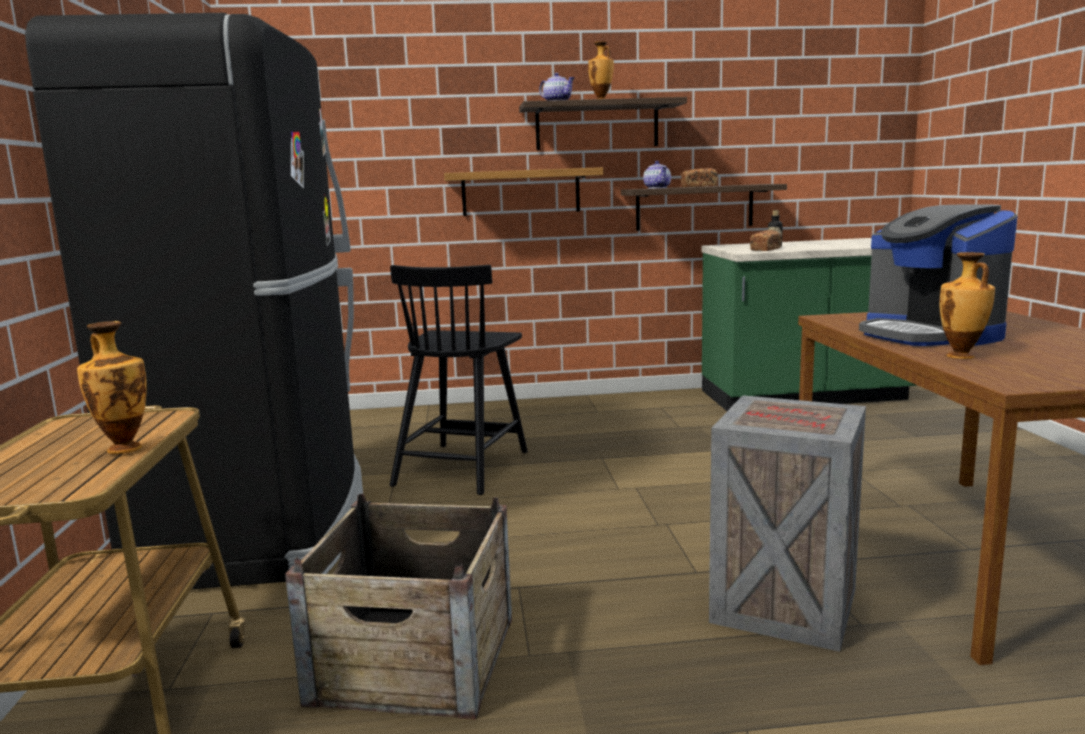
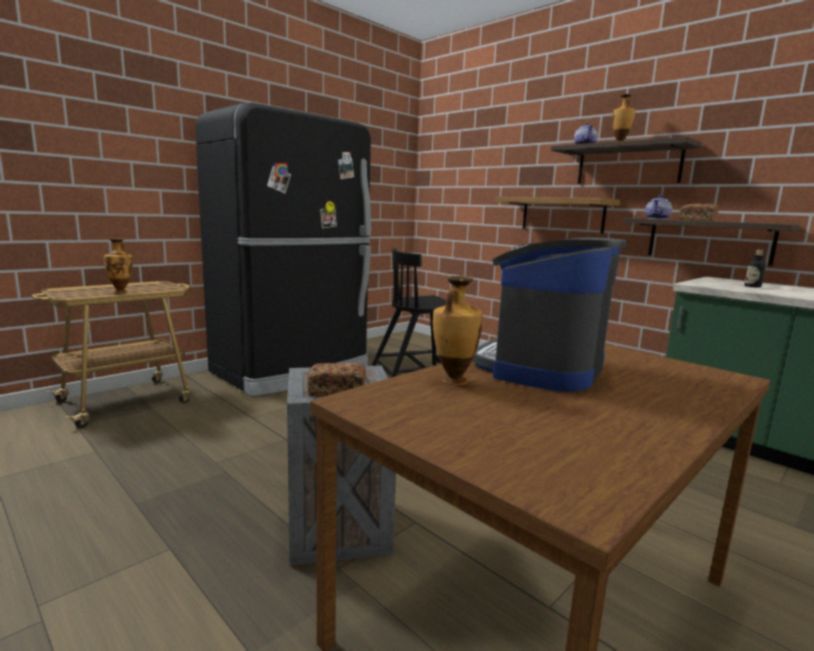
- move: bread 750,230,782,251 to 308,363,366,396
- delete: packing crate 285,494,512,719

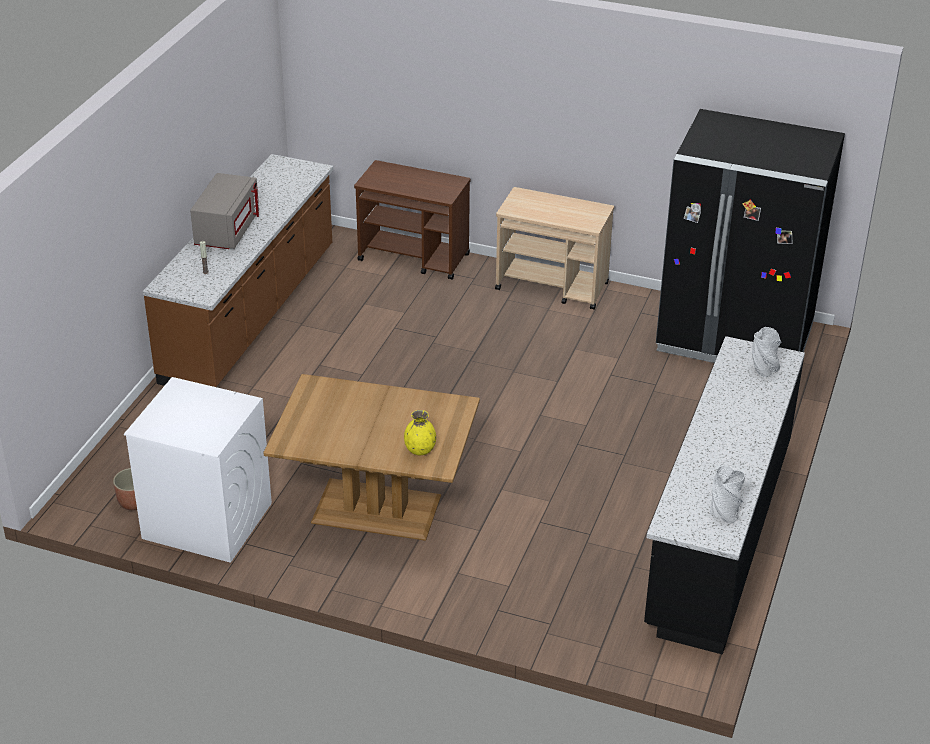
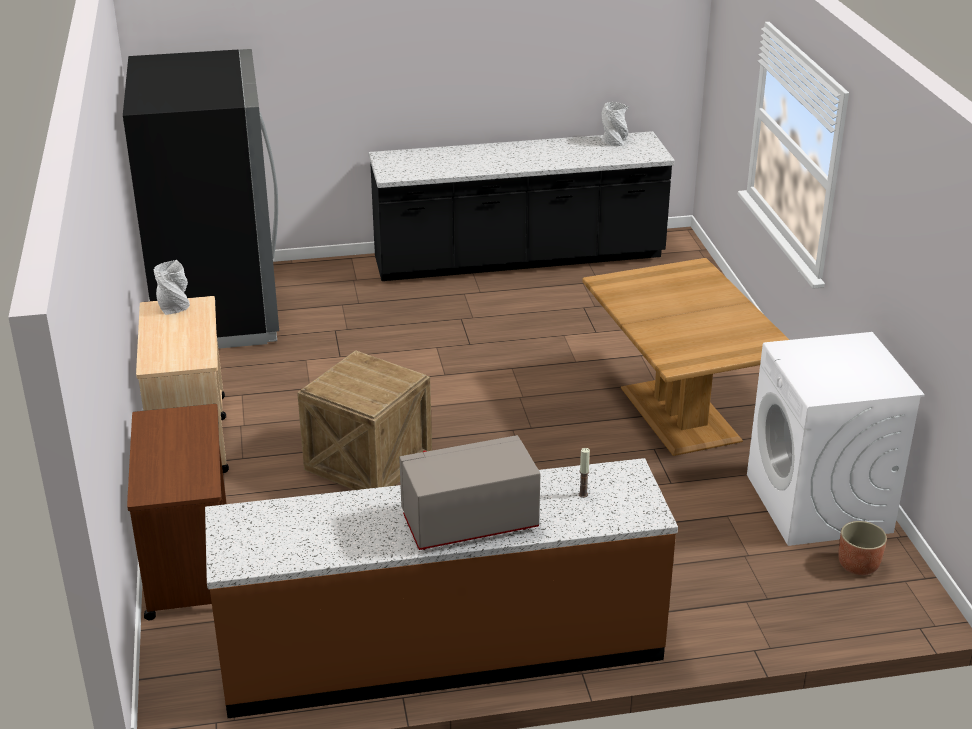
- move: gray flower vase 752,327,782,377 to 154,260,190,315
- delete: yellow flower vase 404,410,436,455
- insert: packing crate 297,350,432,490

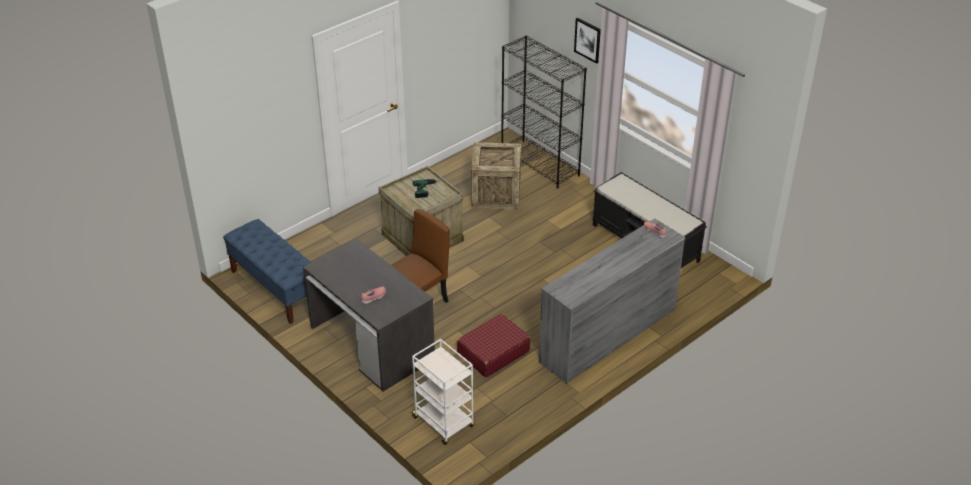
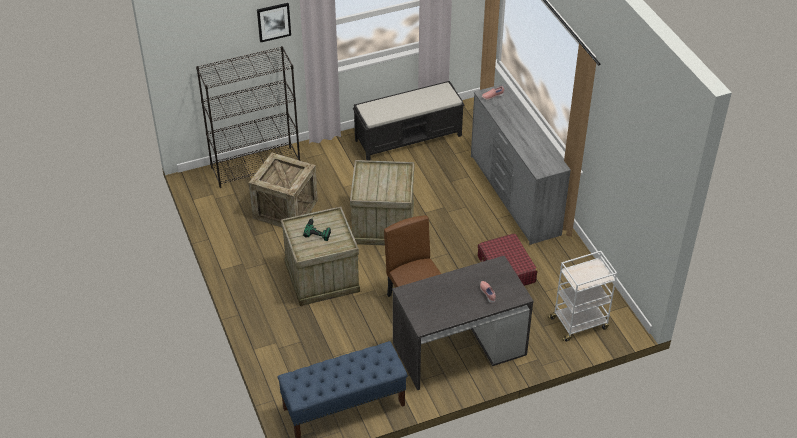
- insert: packing crate 350,160,414,245

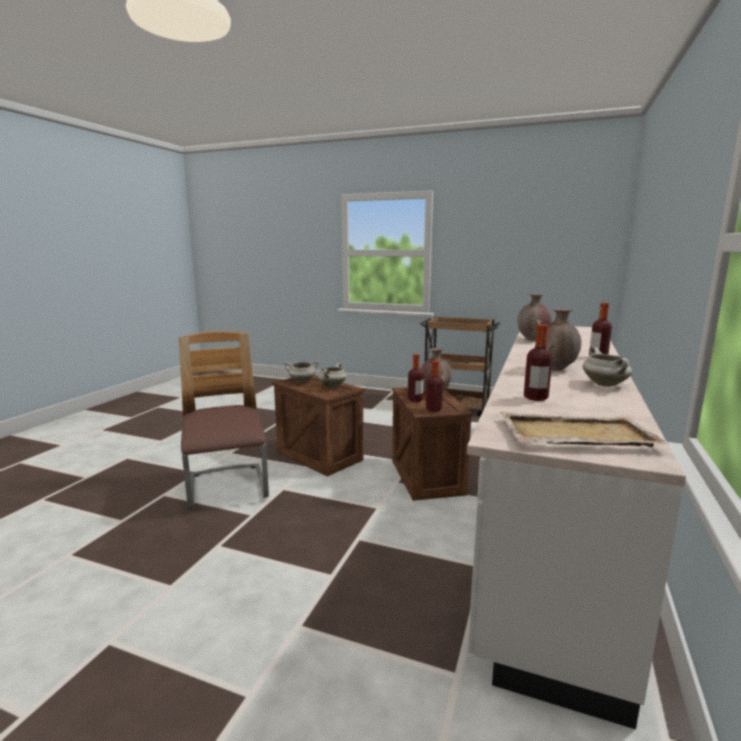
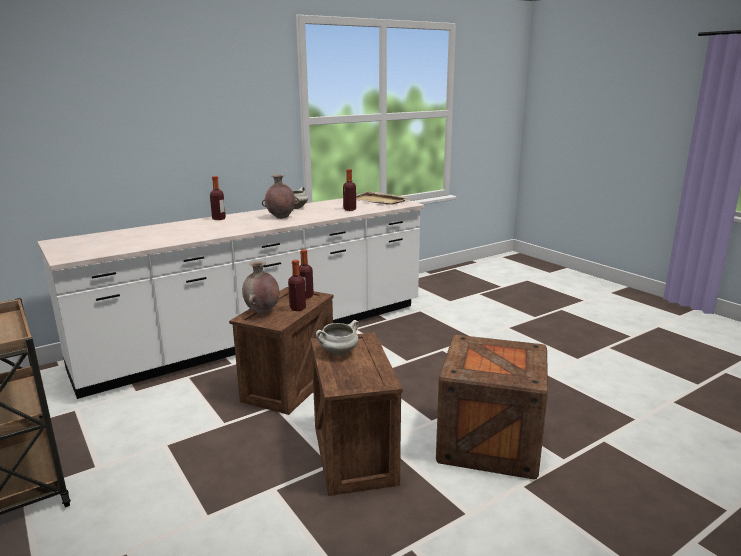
- delete: brown-coloured flower vase 518,293,552,341
- replace: upright chair 179,331,269,510 to packing crate 436,335,548,479
- delete: whitish cooking pot 284,361,318,383

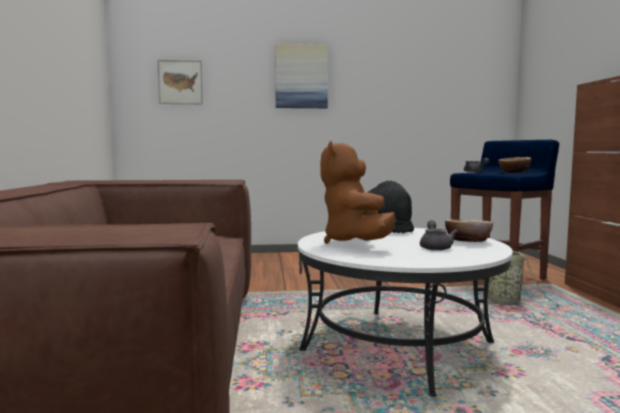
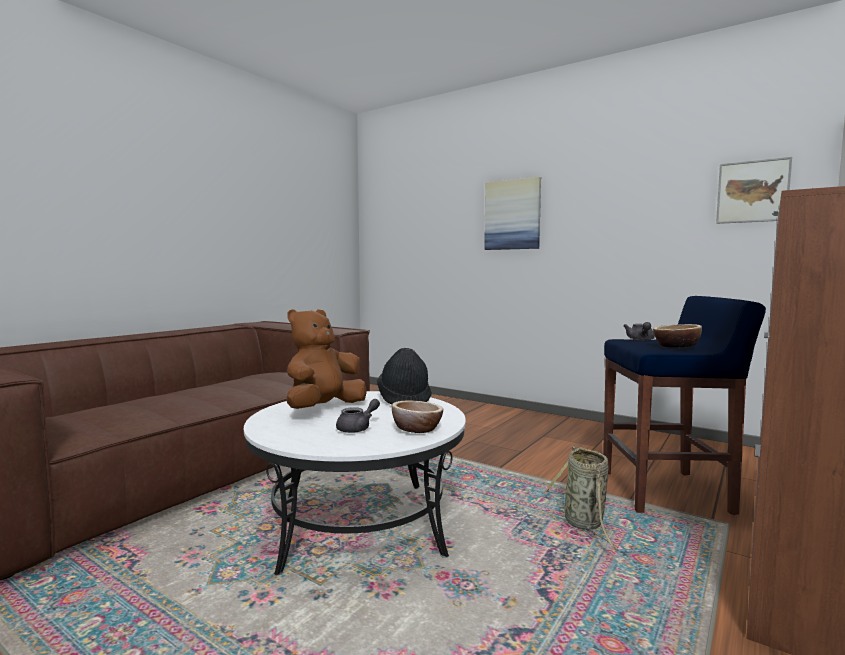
- move: wall picture 157,60,203,104 to 716,157,792,224

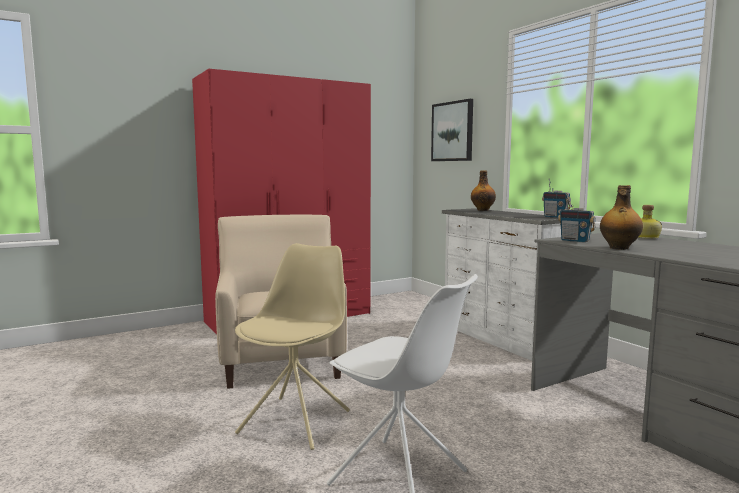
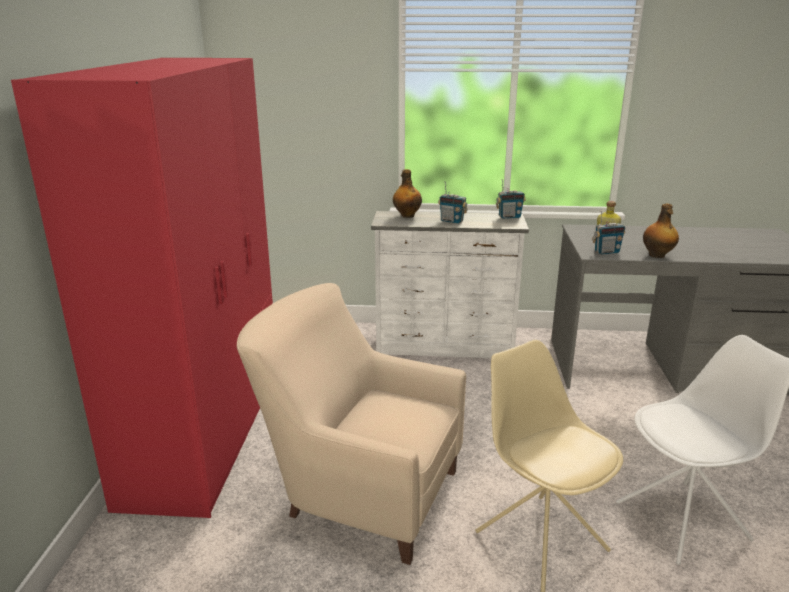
- delete: wall picture 431,99,473,161
- insert: radio 438,181,468,224

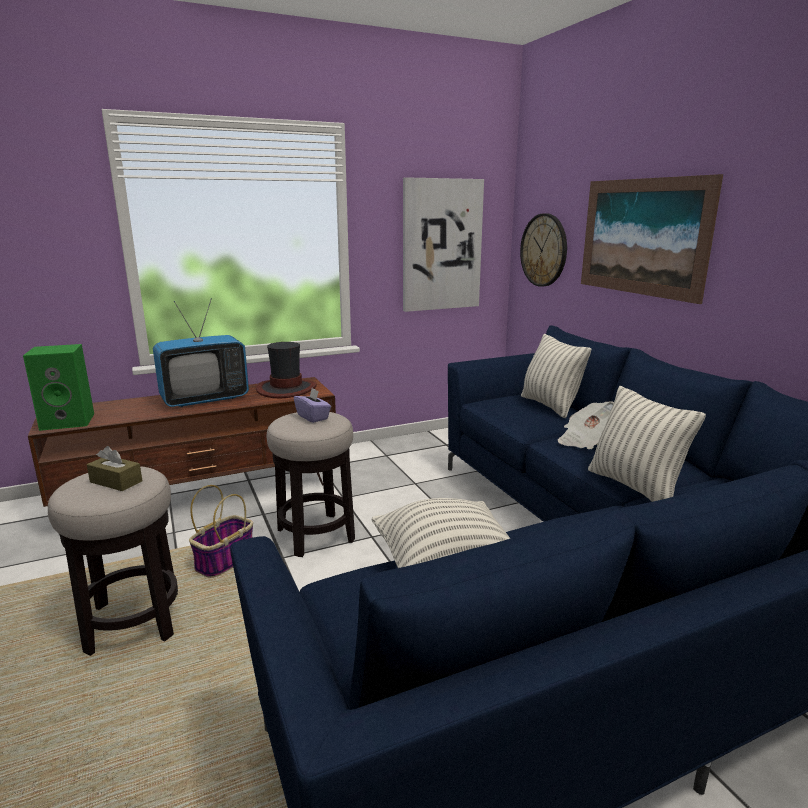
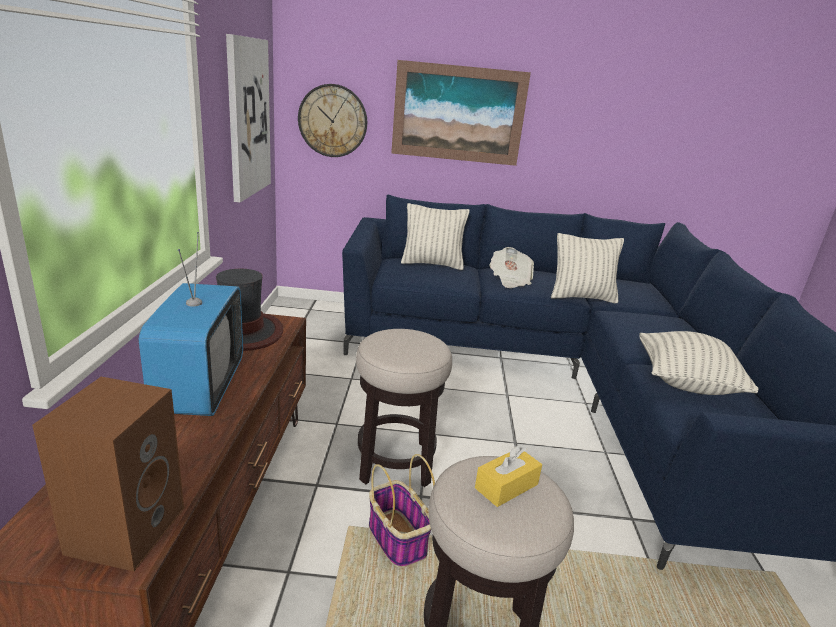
- recolor: greenish loudspeaker 23,344,94,431 to brown-coloured loudspeaker 32,377,184,571
- delete: purplish tissue holder 294,388,331,423
- recolor: brown-coloured tissue holder 87,446,142,491 to yellow tissue holder 475,445,542,507

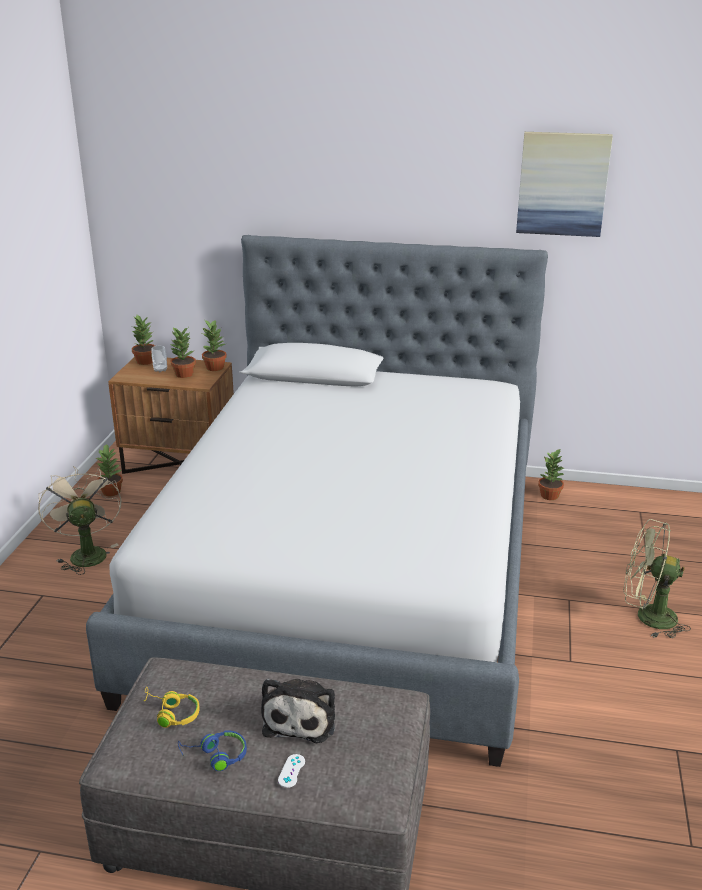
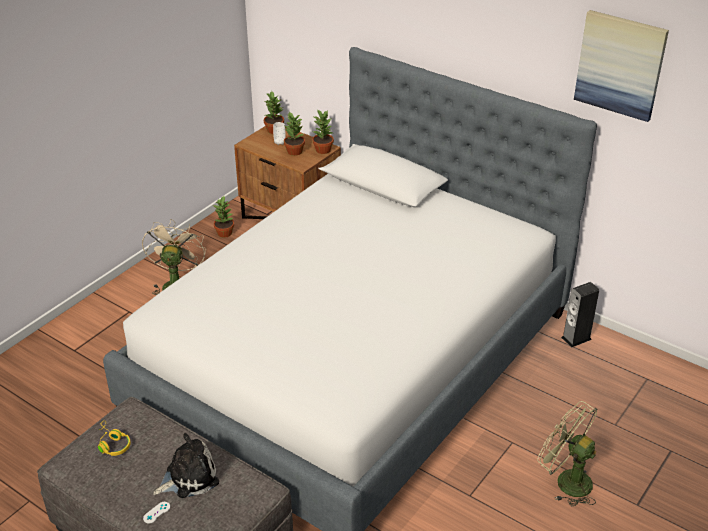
- replace: potted plant 538,448,564,500 to loudspeaker 561,282,599,348
- rotate: plush toy 261,679,335,743 = 153,433,219,498 150 degrees counterclockwise
- delete: blue-coloured headset 178,731,247,771

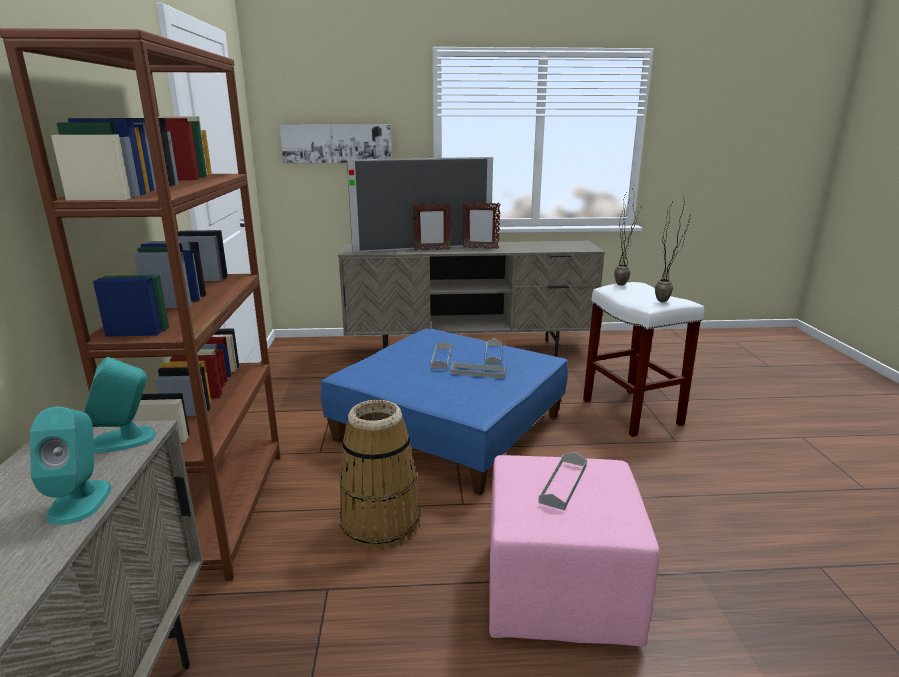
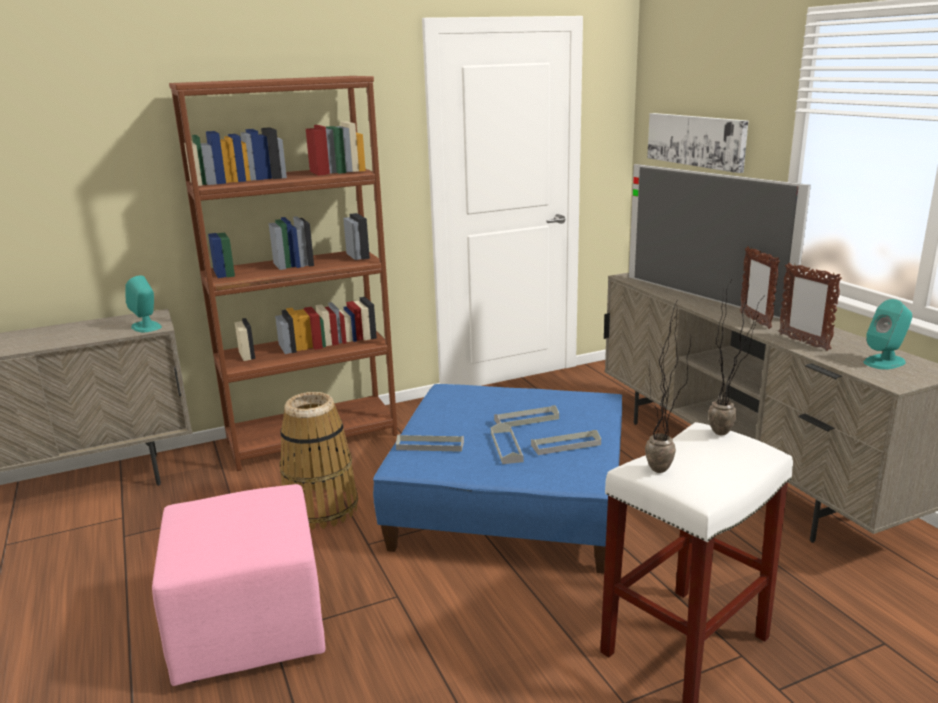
- move: standing frame 412,203,451,251 to 779,263,842,351
- move: turquoise loudspeaker 30,407,111,525 to 863,299,912,369
- move: gray tray 538,452,587,510 to 396,434,464,452

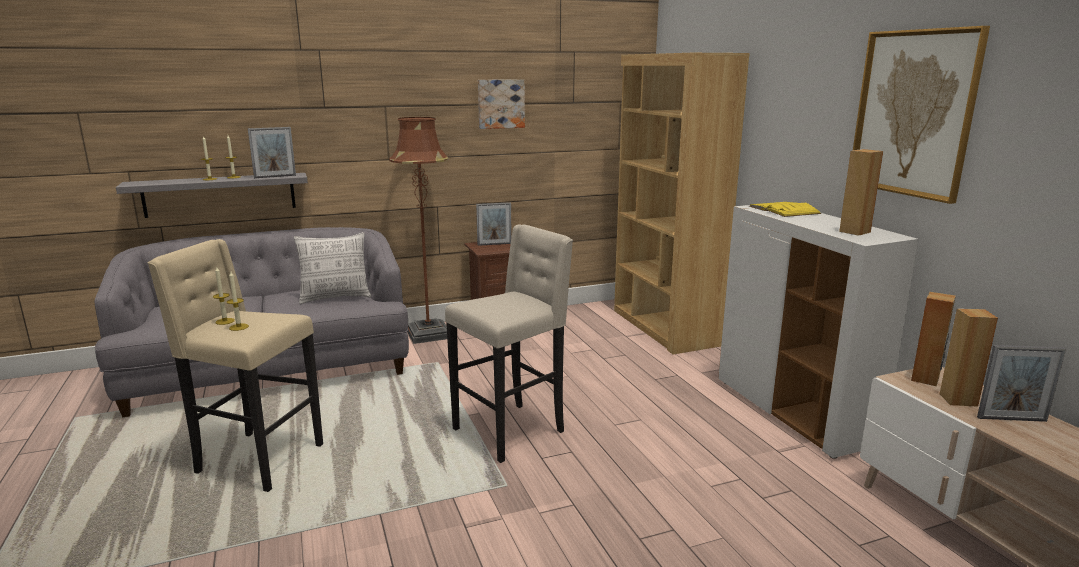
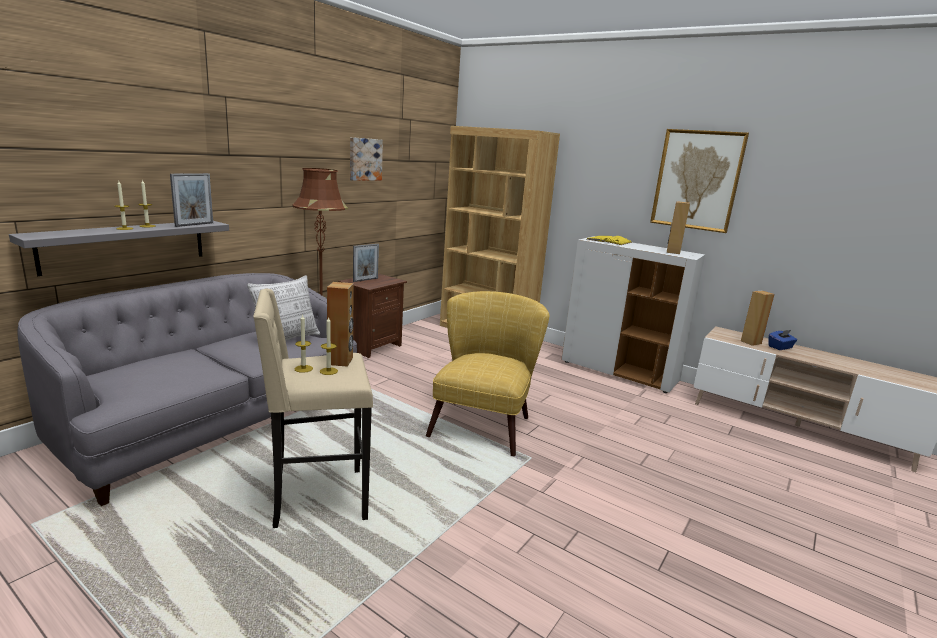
- replace: sand-coloured sitting stool 445,225,573,463 to yellow armchair 426,291,549,456
- move: brown-coloured loudspeaker 911,292,956,386 to 327,282,354,367
- replace: standing frame 977,345,1066,422 to blue-coloured tissue holder 768,330,797,350

